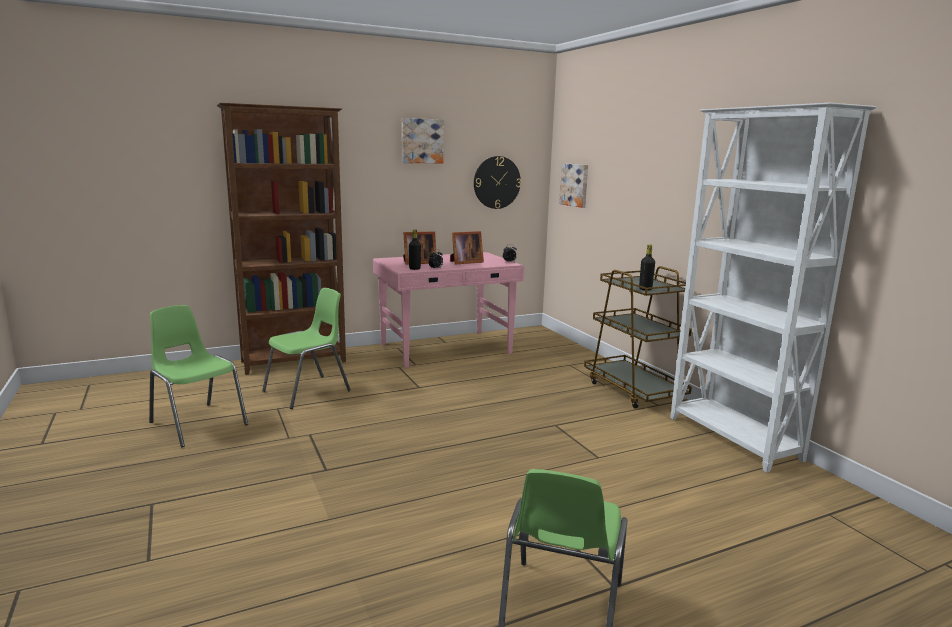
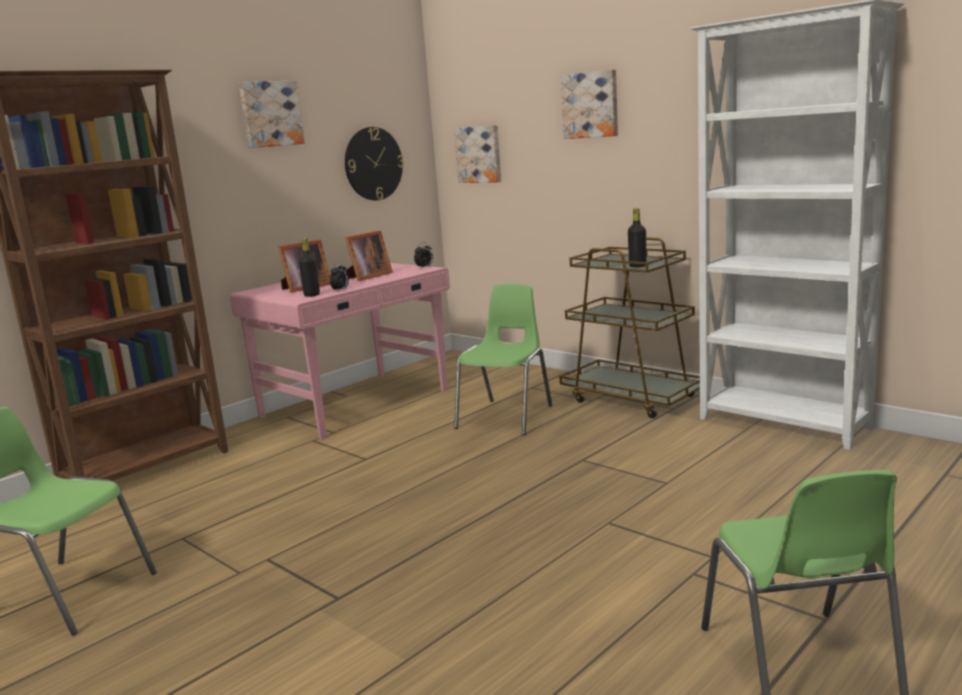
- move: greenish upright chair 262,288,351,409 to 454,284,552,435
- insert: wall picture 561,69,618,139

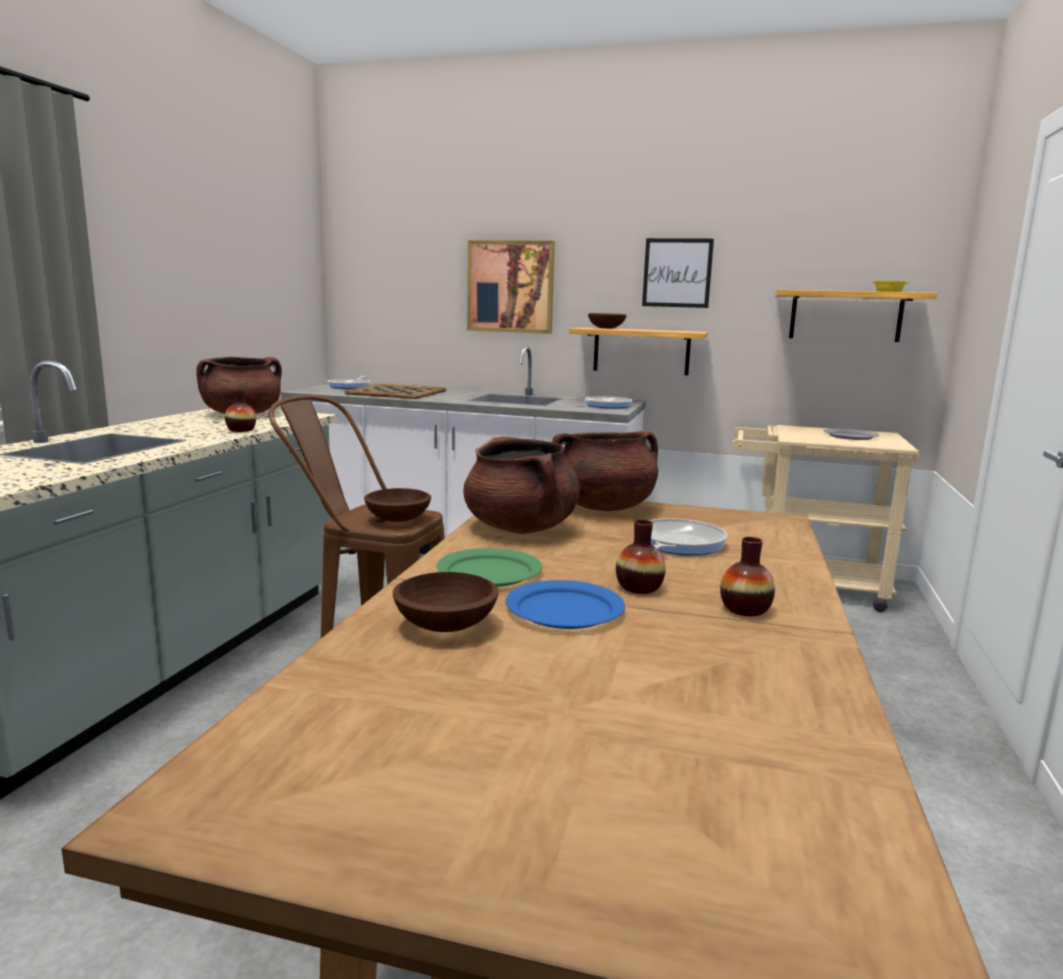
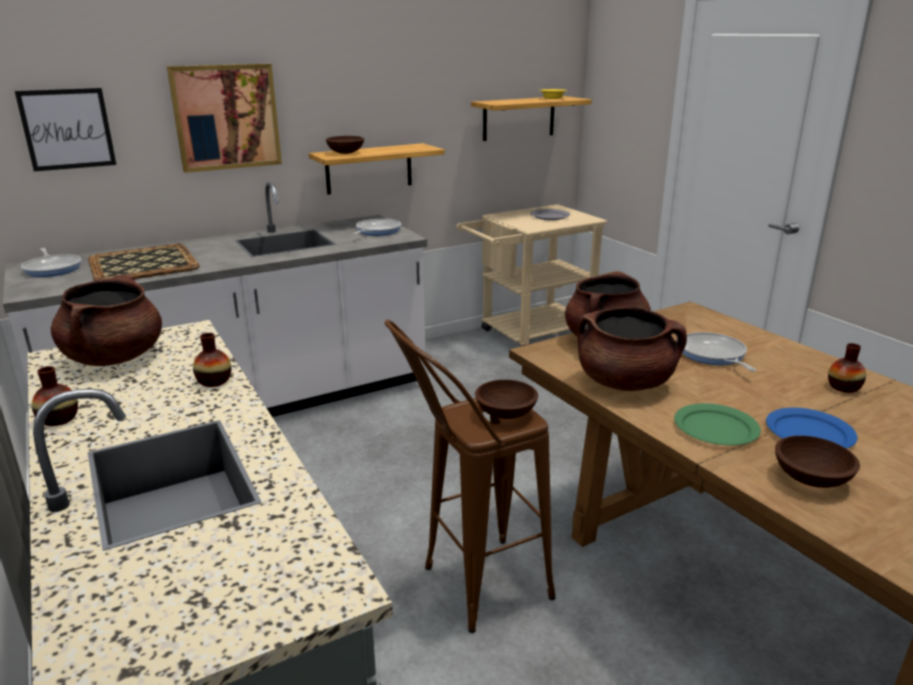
- move: wall picture 642,238,714,308 to 15,88,116,171
- move: flower vase 616,520,666,594 to 32,366,78,426

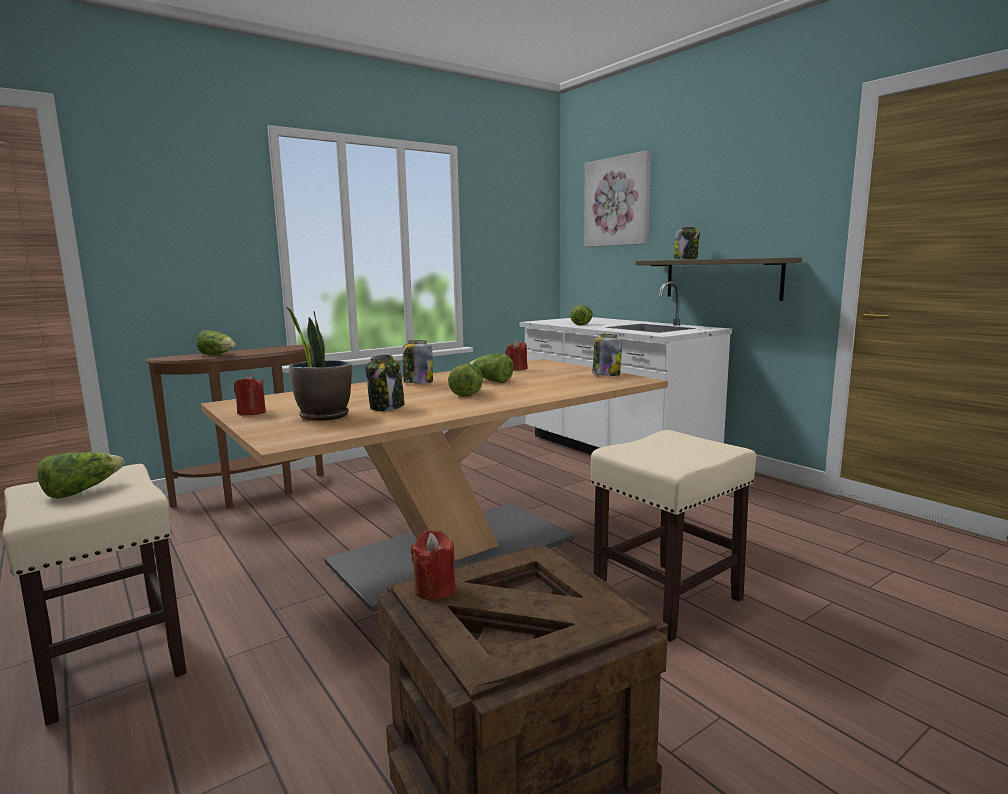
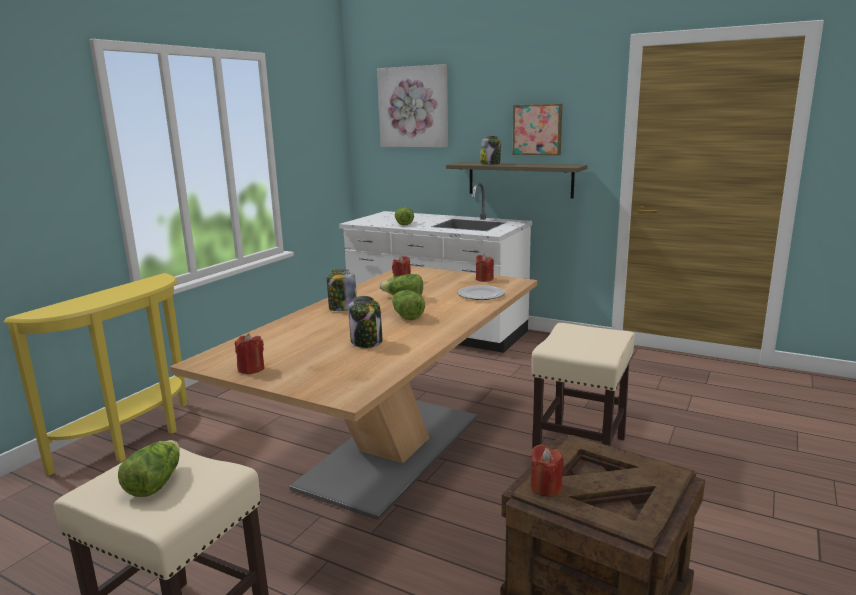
- delete: potted plant 286,307,352,421
- delete: lettuce head 196,330,236,355
- replace: jar 592,334,622,376 to red wax candle 476,254,494,282
- recolor: brown-coloured narrow table 145,344,323,509 to yellow narrow table 4,273,188,476
- insert: wall picture 513,104,562,155
- insert: plate 458,286,505,300

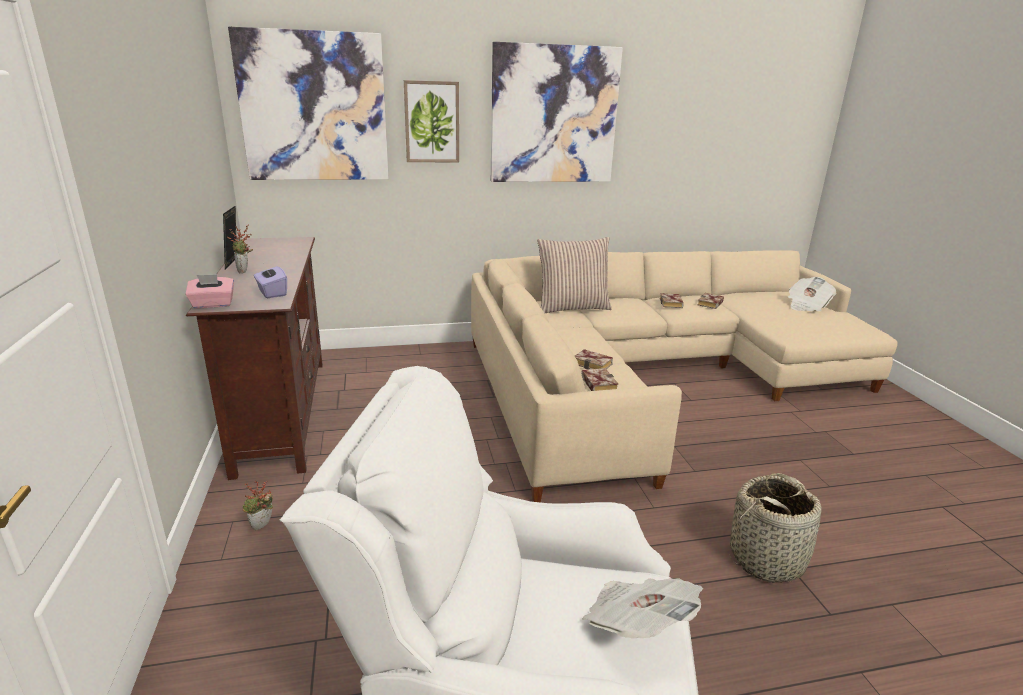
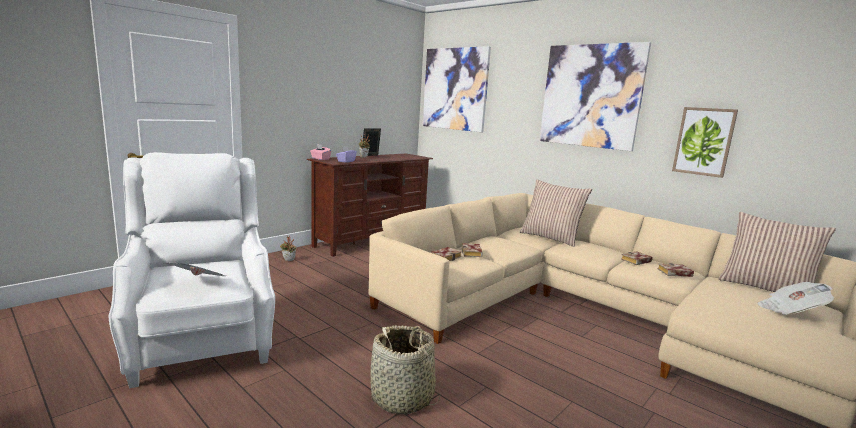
- move: wall picture 404,80,459,162 to 672,107,738,178
- insert: pillow 718,212,836,292

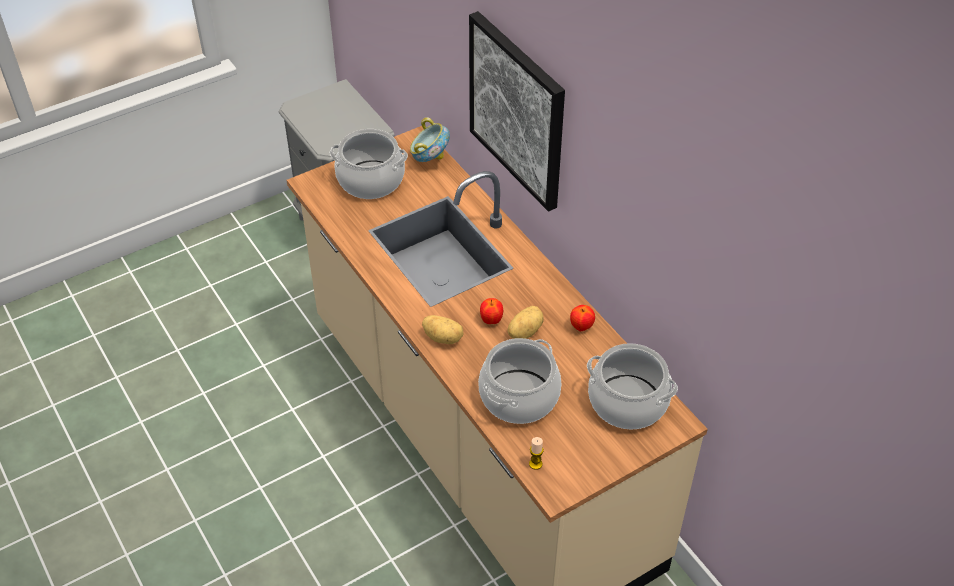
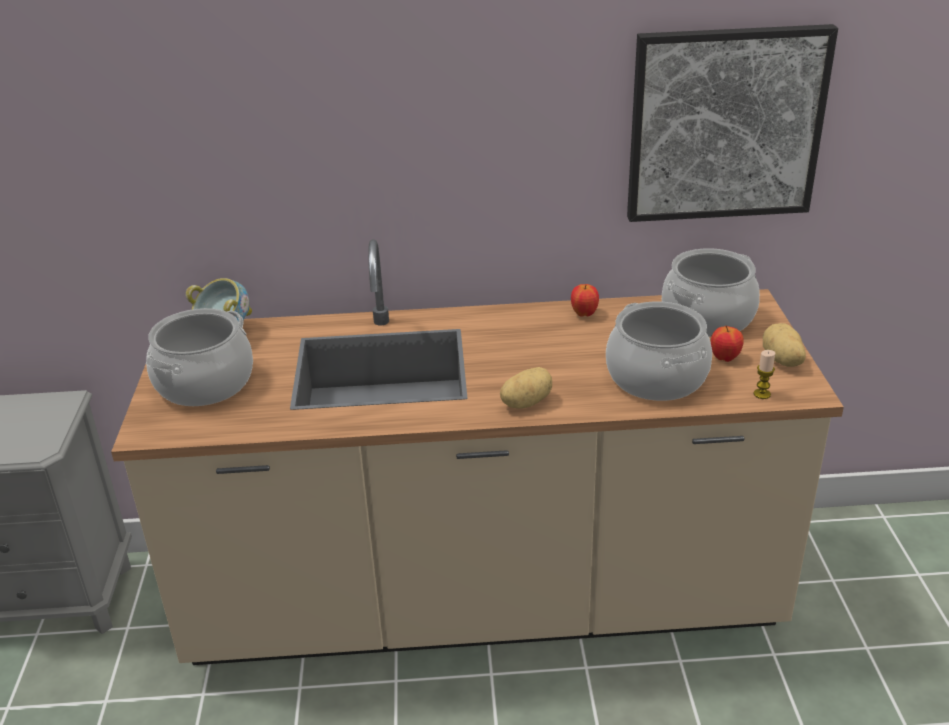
- move: wall picture 469,11,565,212 to 627,24,838,222
- move: apple fruit 480,298,503,324 to 711,325,744,362
- move: potato 507,306,544,339 to 763,323,806,367

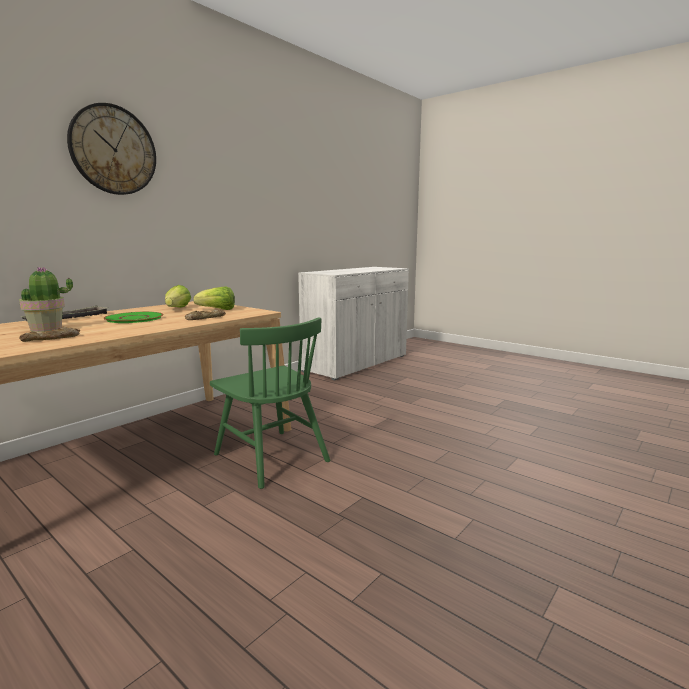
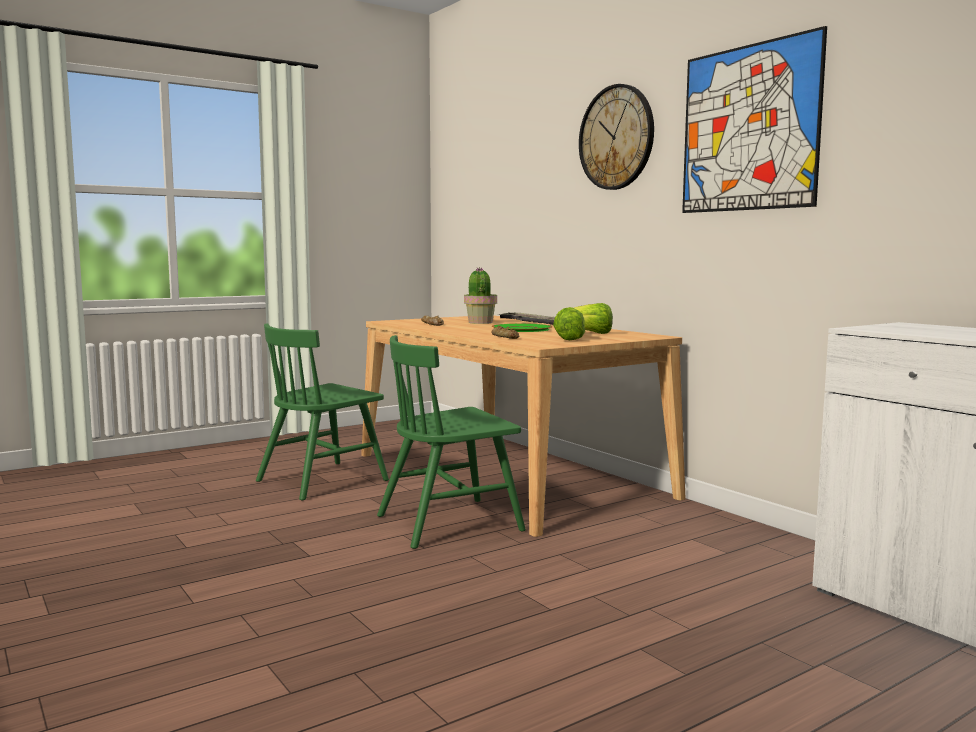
- insert: wall picture 682,26,827,213
- insert: greenish upright chair 256,323,389,500

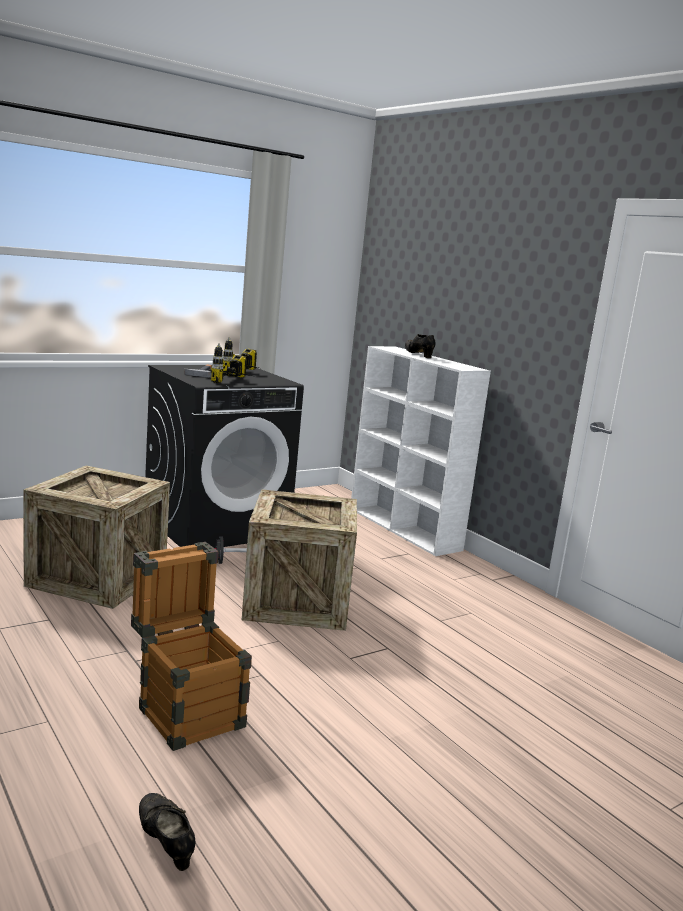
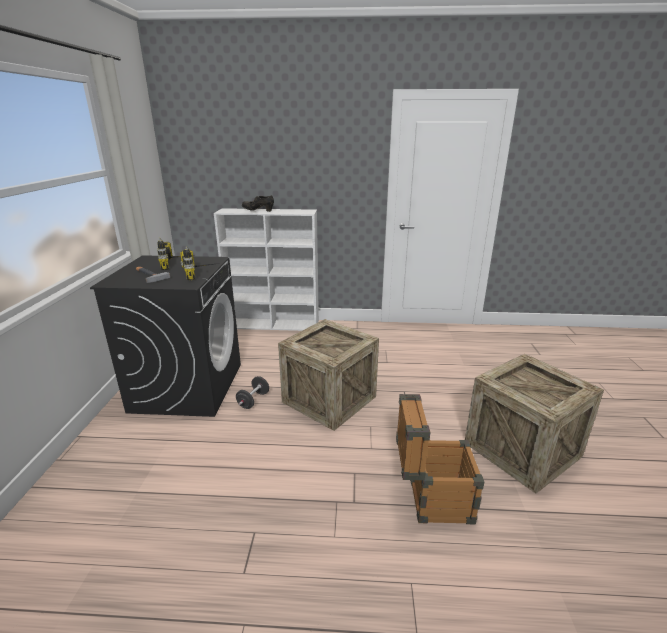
- move: packing crate 23,466,170,609 to 465,354,604,494
- delete: black low shoe 139,793,195,871

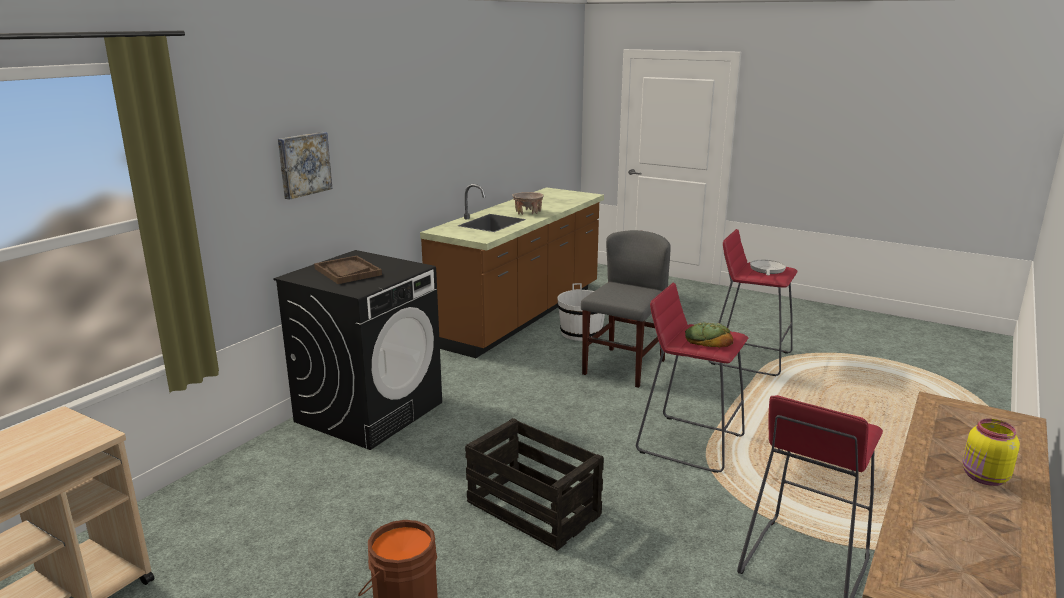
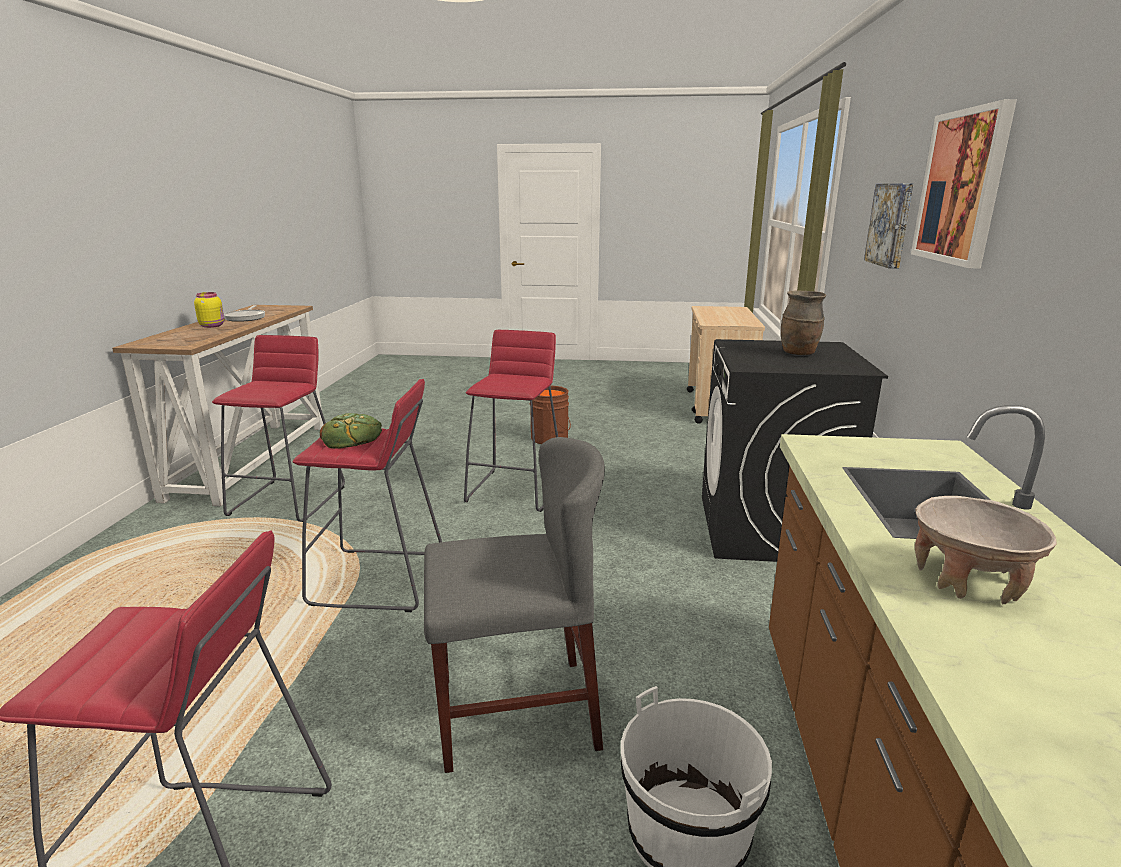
- rotate: gray upright chair 581,230,671,388 = 424,437,605,773 105 degrees counterclockwise
- replace: brown-coloured tray 314,256,382,284 to brown-coloured flower vase 781,290,826,355
- move: frying pan 750,260,786,275 to 224,305,265,322
- replace: packing crate 465,418,604,551 to red sitting stool 464,330,558,512
- insert: wall picture 911,99,1017,269

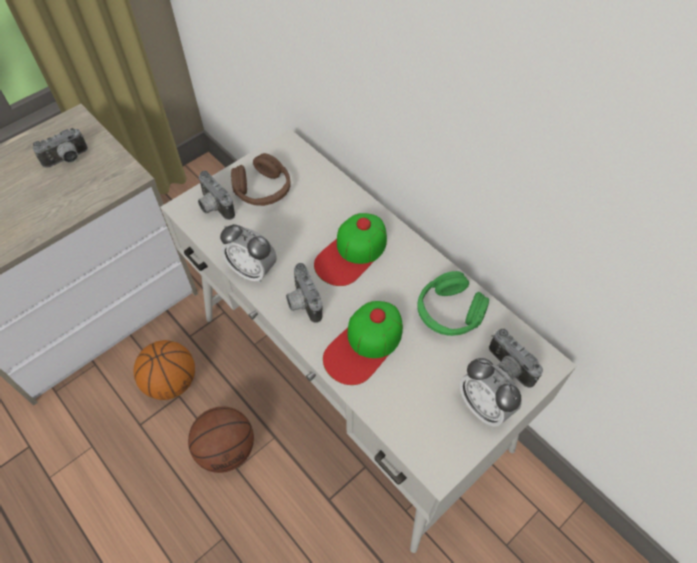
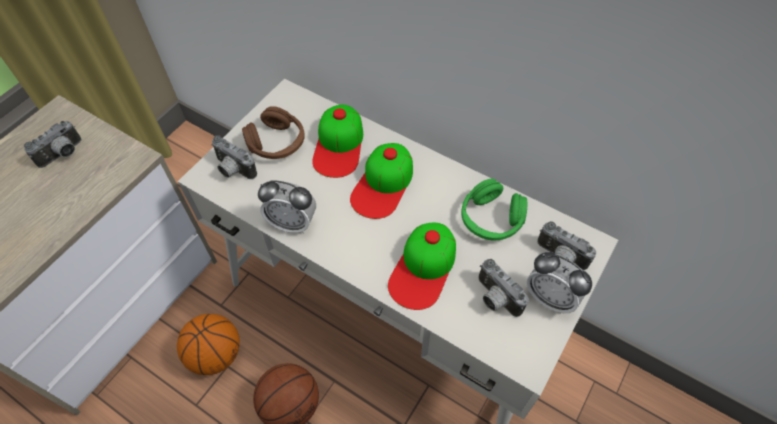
- move: photo camera 286,263,322,323 to 478,259,529,317
- insert: baseball cap 312,105,363,178

